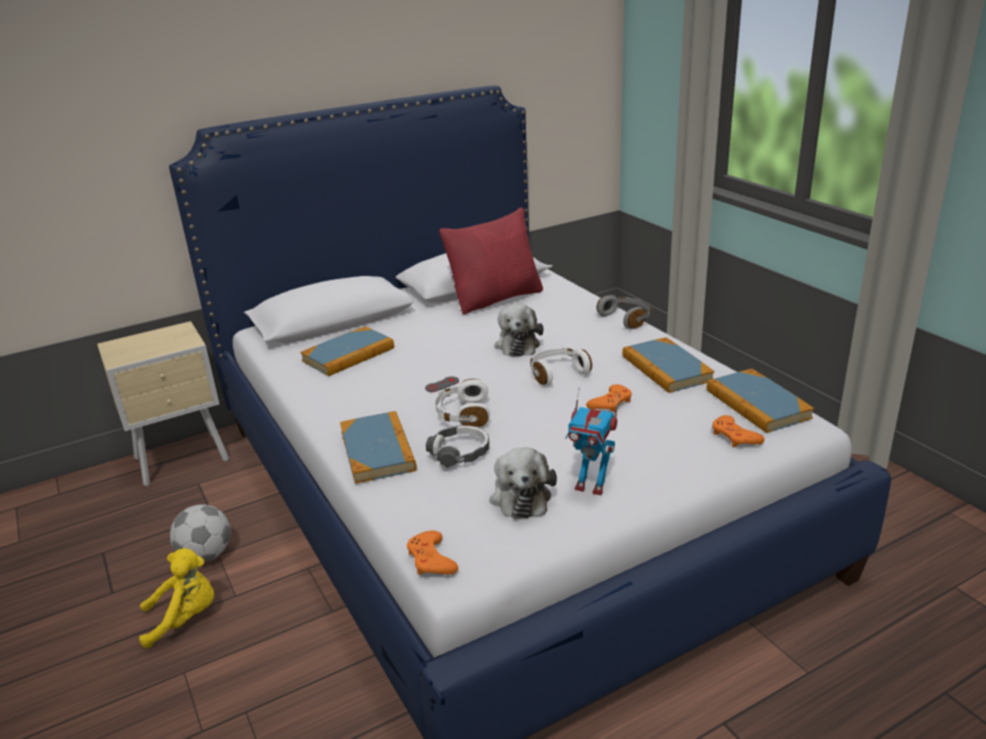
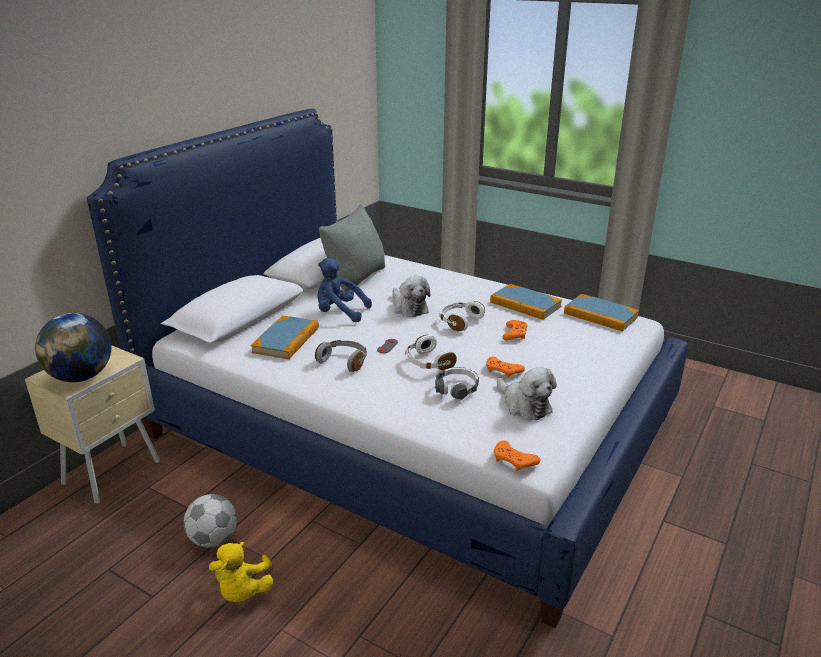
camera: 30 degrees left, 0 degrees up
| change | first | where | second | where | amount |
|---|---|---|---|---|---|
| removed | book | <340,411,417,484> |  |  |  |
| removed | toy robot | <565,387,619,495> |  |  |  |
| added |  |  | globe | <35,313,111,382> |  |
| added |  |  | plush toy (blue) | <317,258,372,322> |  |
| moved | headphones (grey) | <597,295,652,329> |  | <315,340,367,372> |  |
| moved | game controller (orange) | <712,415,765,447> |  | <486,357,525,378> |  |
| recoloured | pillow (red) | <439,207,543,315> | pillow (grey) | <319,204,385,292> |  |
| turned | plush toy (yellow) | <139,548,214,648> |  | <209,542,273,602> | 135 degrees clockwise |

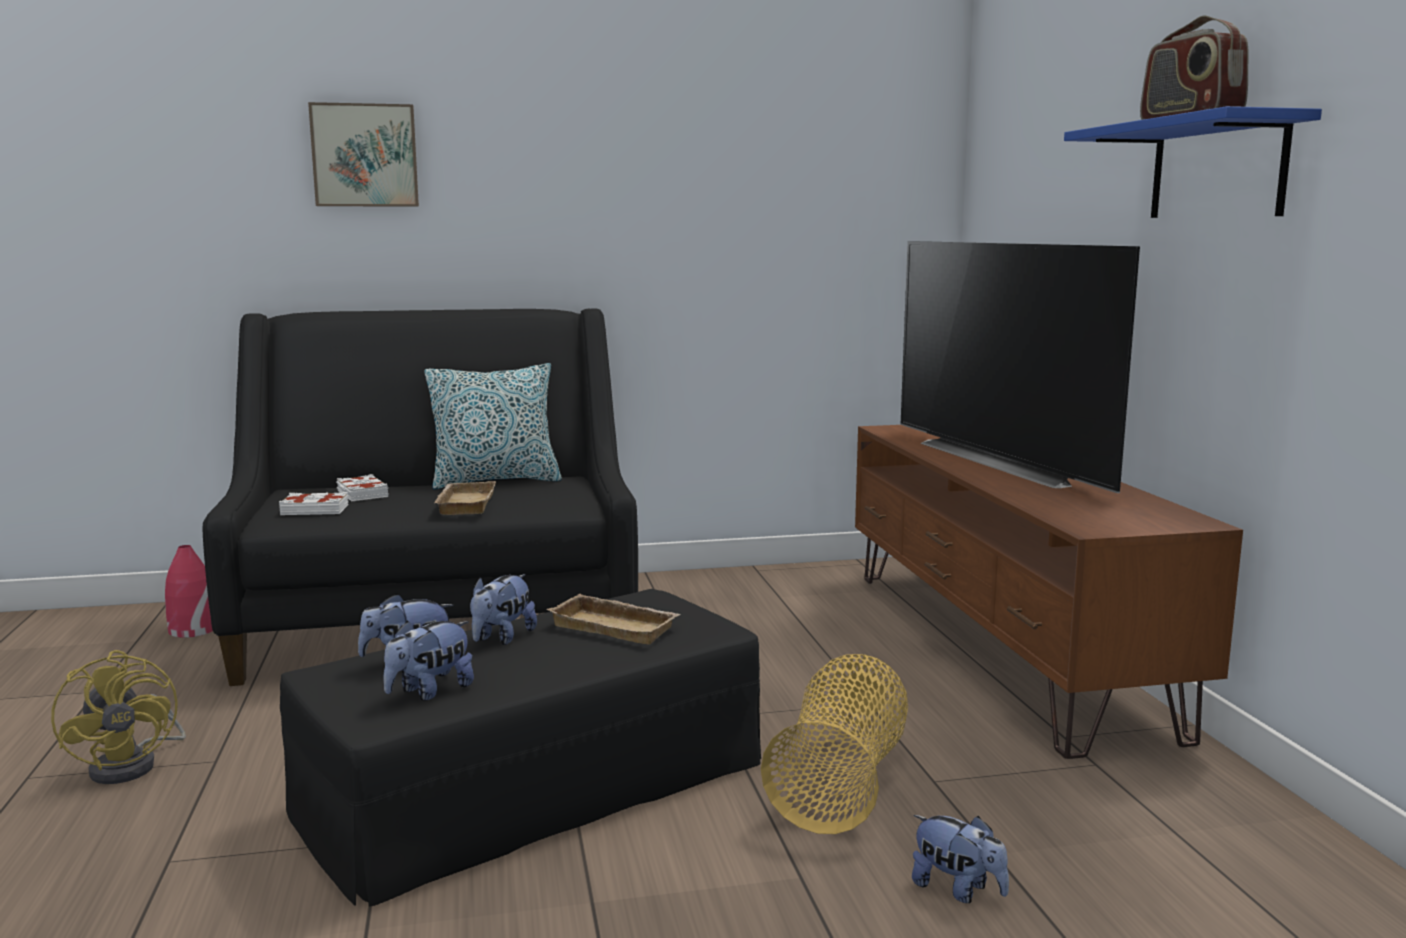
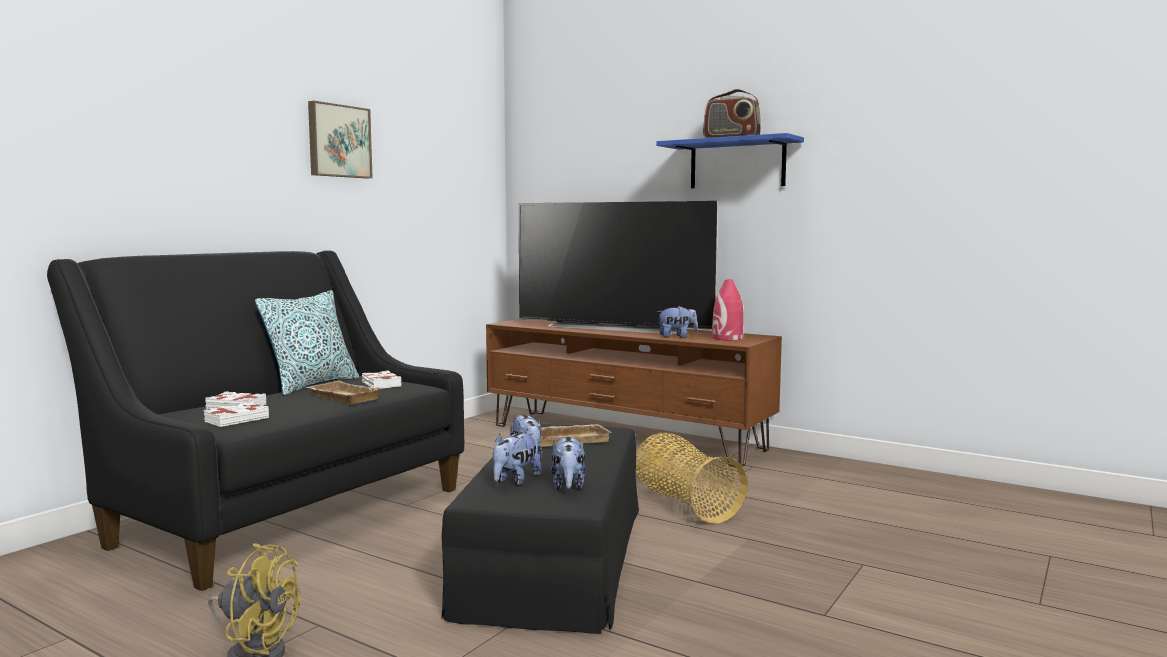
camera: 45 degrees left, 5 degrees down
| change | first | where | second | where | amount |
|---|---|---|---|---|---|
| added |  |  | book (white) | <362,370,402,389> |  |
| moved | vase (red) | <165,545,212,638> |  | <712,280,744,340> |  |
| moved | picture | <308,102,419,207> |  | <308,101,373,178> |  |
| moved | plush toy | <912,815,1009,903> |  | <657,306,698,338> |  |

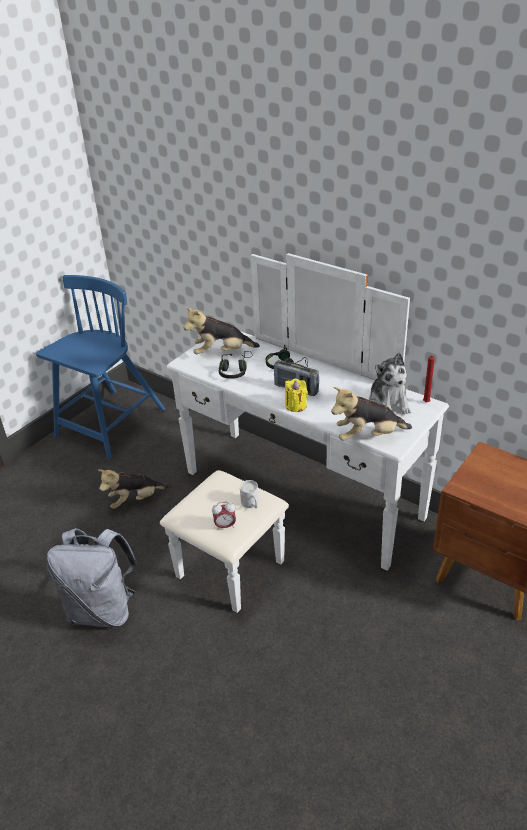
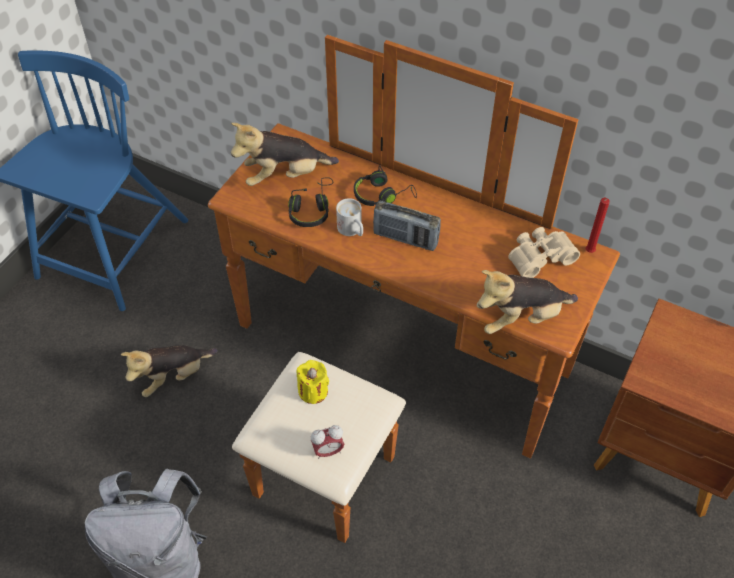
camera: 10 degrees left, 15 degrees up
| change | first | where | second | where | amount |
|---|---|---|---|---|---|
| moved | mug (white) | <240,480,259,508> |  | <336,198,363,236> |  |
| moved | candle (yellow) | <285,379,308,412> |  | <296,360,329,404> |  |
| replaced | plush toy | <368,353,411,415> | binoculars (beige) | <508,227,580,278> |  |
| recoloured | dresser (white) | <160,253,449,613> | dresser (brown) | <208,35,620,543> |  |

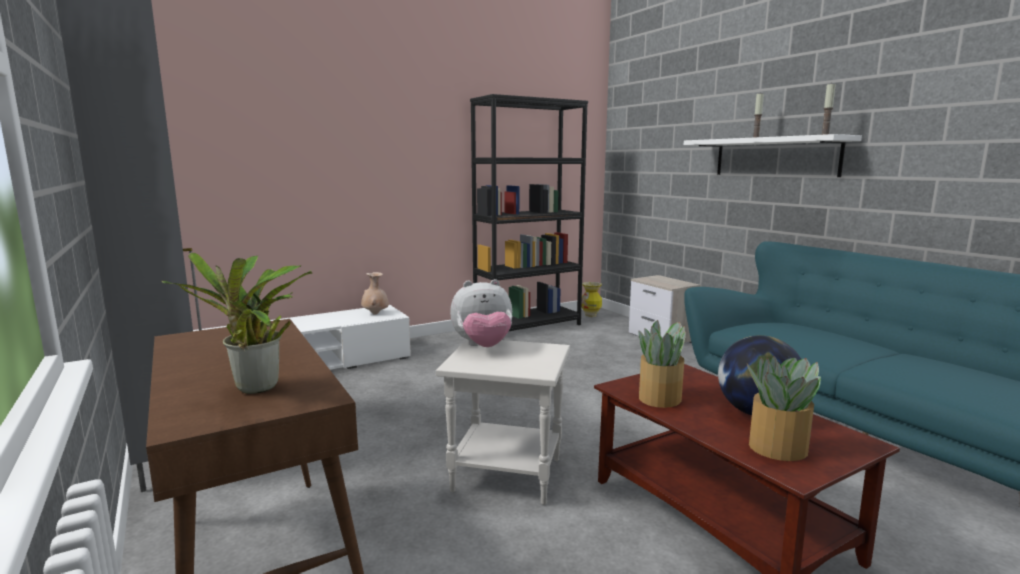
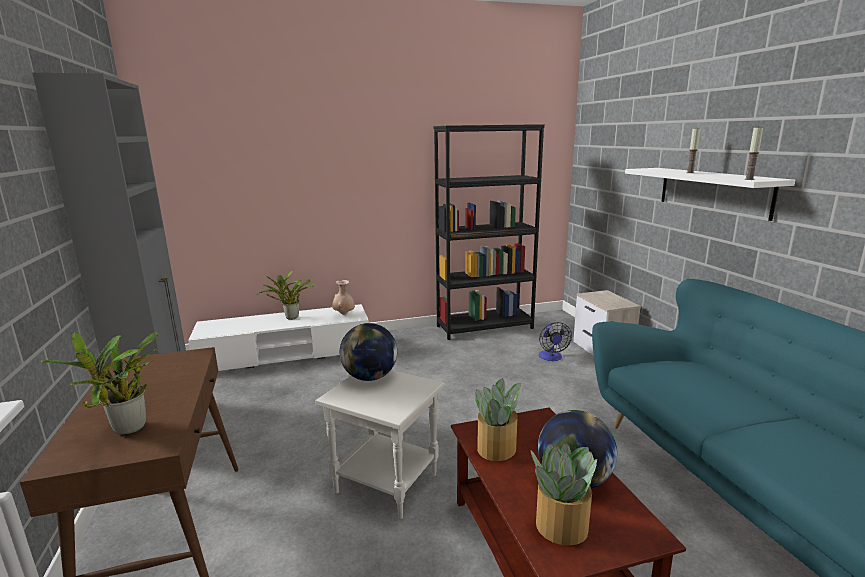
camera: 15 degrees right, 5 degrees up
| change | first | where | second | where | amount |
|---|---|---|---|---|---|
| removed | vase | <581,282,602,317> |  |  |  |
| added |  |  | potted plant | <256,270,315,320> |  |
| added |  |  | fan | <539,322,572,361> |  |
| replaced | plush toy | <450,279,513,347> | globe | <340,323,397,381> |  |

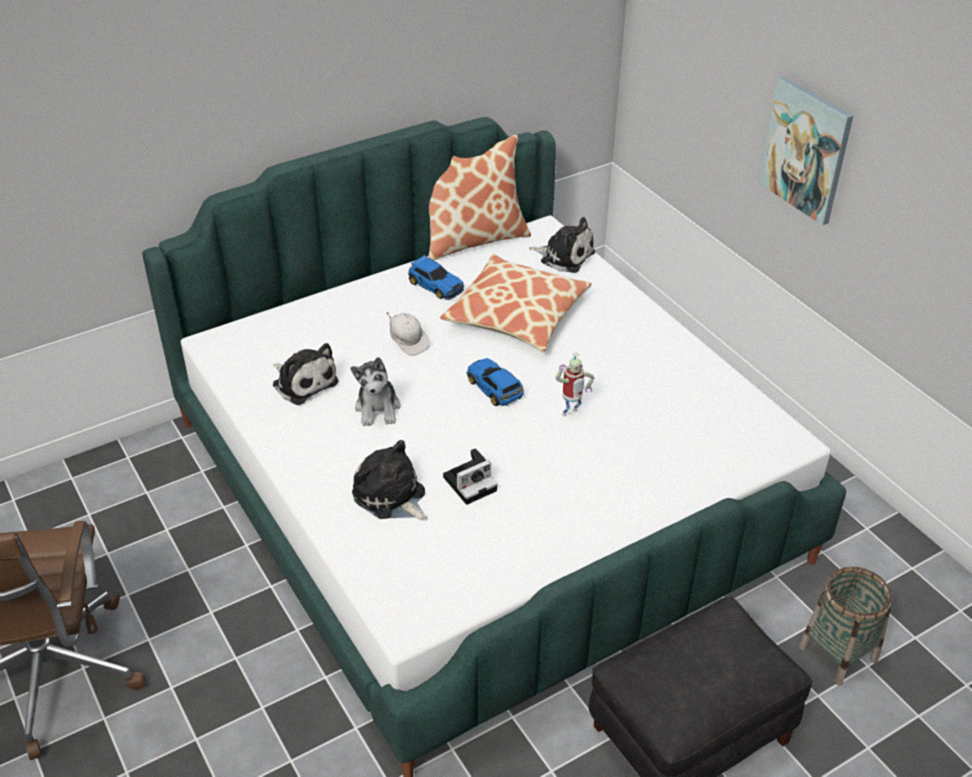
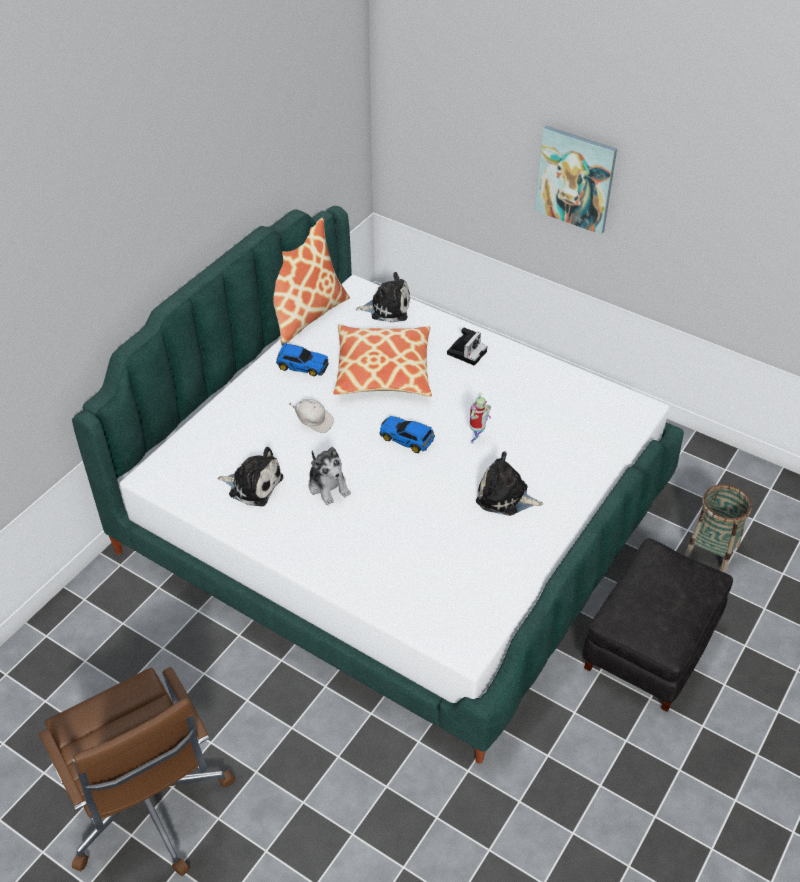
camera: 25 degrees left, 5 degrees up
| change | first | where | second | where | amount |
|---|---|---|---|---|---|
| moved | plush toy | <352,440,428,521> |  | <476,451,543,516> |  |
| moved | photo camera | <443,448,497,505> |  | <447,327,487,366> |  |

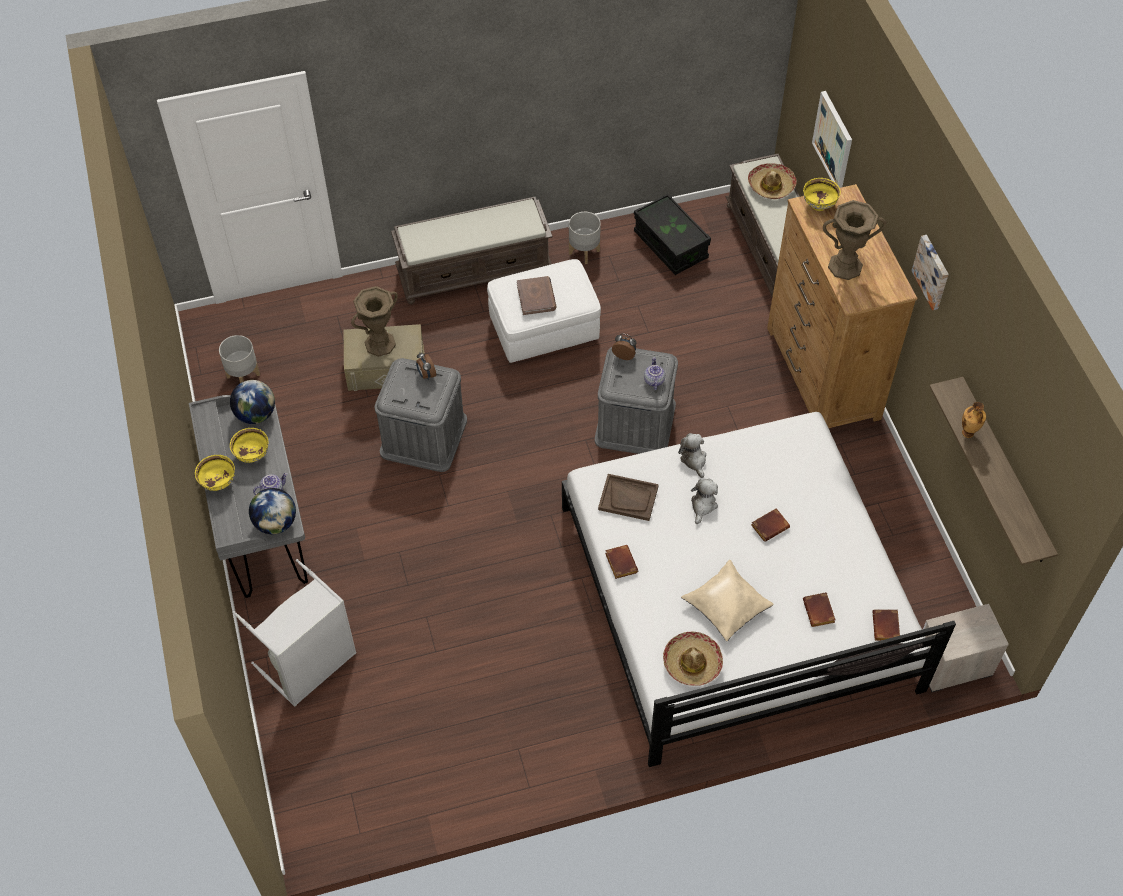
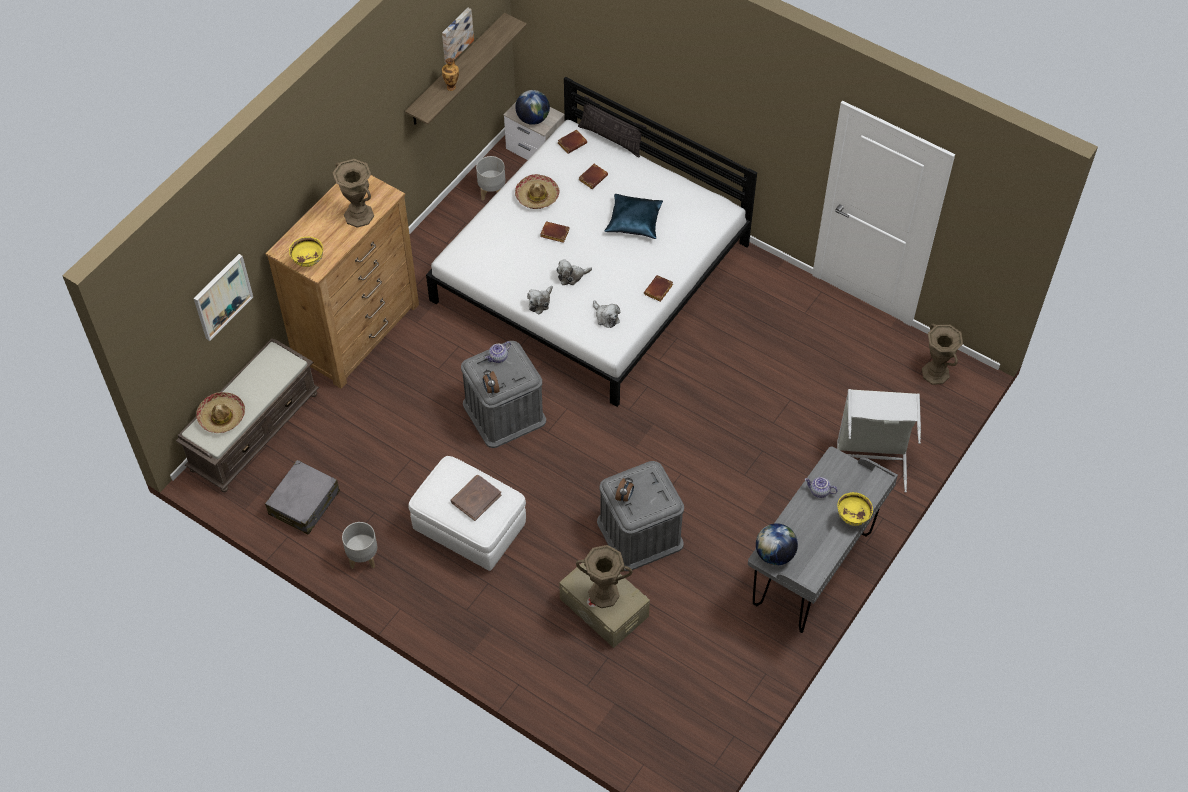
camera: 130 degrees left, 0 degrees up
| change | first | where | second | where | amount |
|---|---|---|---|---|---|
| removed | bowl (yellow) | <230,428,268,463> |  |  |  |
| removed | bench (brown) | <391,197,553,304> |  |  |  |
| added |  |  | vase (brown) | <922,324,963,384> |  |
| moved | planter (grey) | <219,335,260,383> |  | <476,156,506,200> |  |
| moved | globe | <249,488,296,534> |  | <515,90,550,125> |  |
| moved | hat | <663,632,723,686> |  | <515,174,559,209> |  |
| moved | picture | <912,235,949,310> |  | <442,8,474,64> |  |
| replaced | tray (brown) | <598,474,659,521> | plush toy | <593,301,620,328> |  |
| replaced | storage box (black) | <634,194,711,275> | suitcase (grey) | <265,460,340,535> |  |
| recoloured | pillow (beige) | <681,560,774,641> | pillow (blue) | <605,194,663,239> |  |

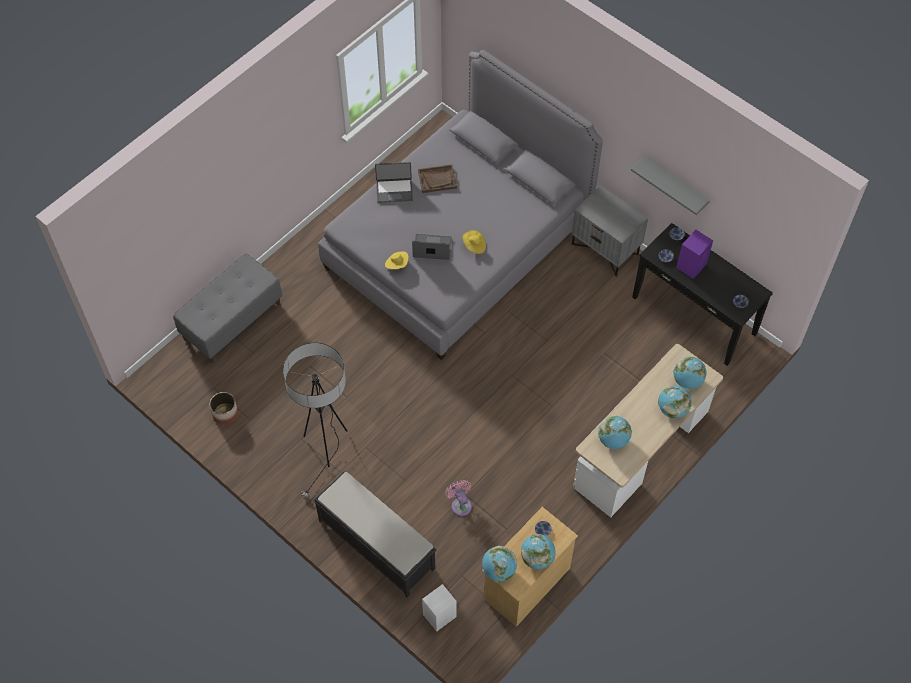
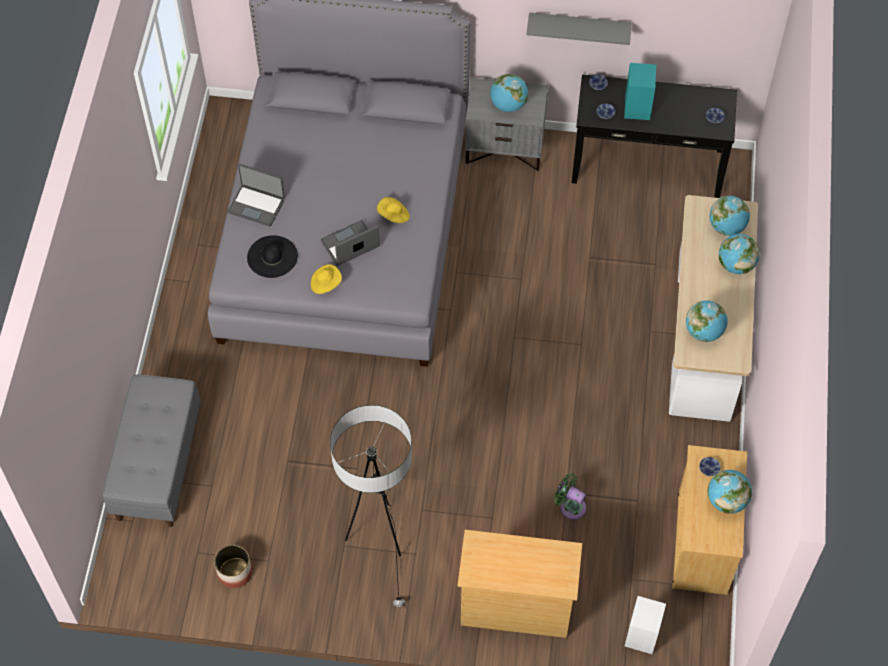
camera: 35 degrees left, 0 degrees up
| change | first | where | second | where | amount |
|---|---|---|---|---|---|
| removed | tray (brown) | <418,165,457,193> |  |  |  |
| added |  |  | hat (black) | <247,235,298,278> |  |
| moved | globe | <482,546,517,581> |  | <490,74,528,112> |  |
| replaced | bench (black) | <313,471,436,598> | dresser (beige) | <457,530,582,638> |  |
| recoloured | fan (pink) | <445,480,472,516> | fan (green) | <554,473,586,520> |  |
| recoloured | speaker (purple) | <676,230,713,279> | speaker (turquoise) | <624,63,656,120> |  |
| turned | laptop | <375,162,413,203> |  | <227,164,285,227> | 60 degrees clockwise |

